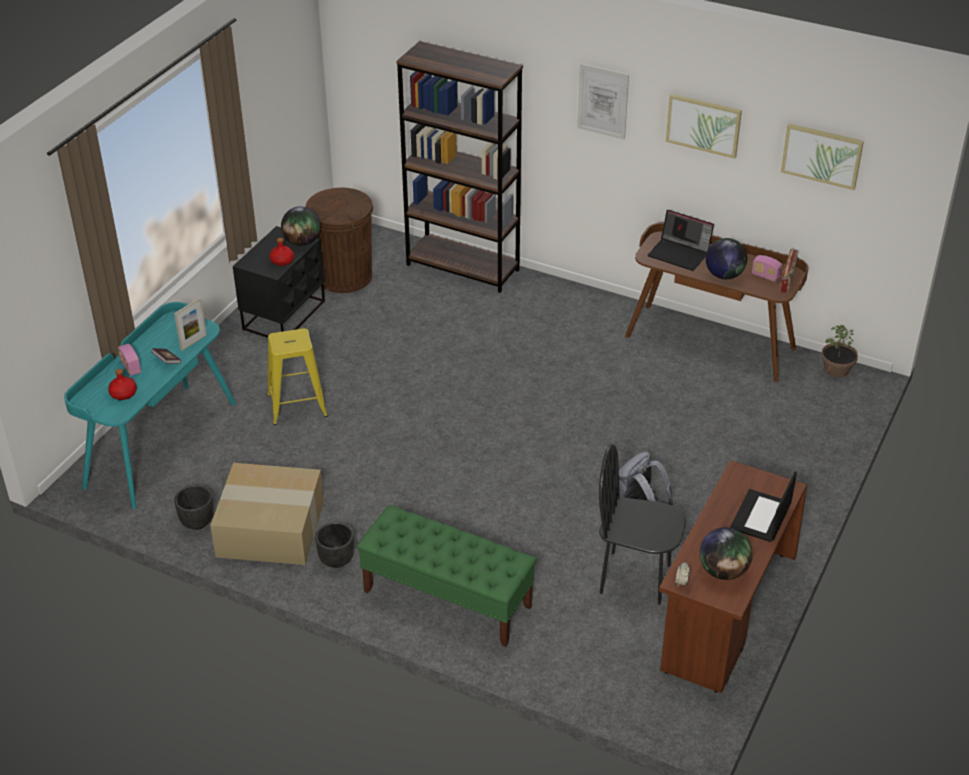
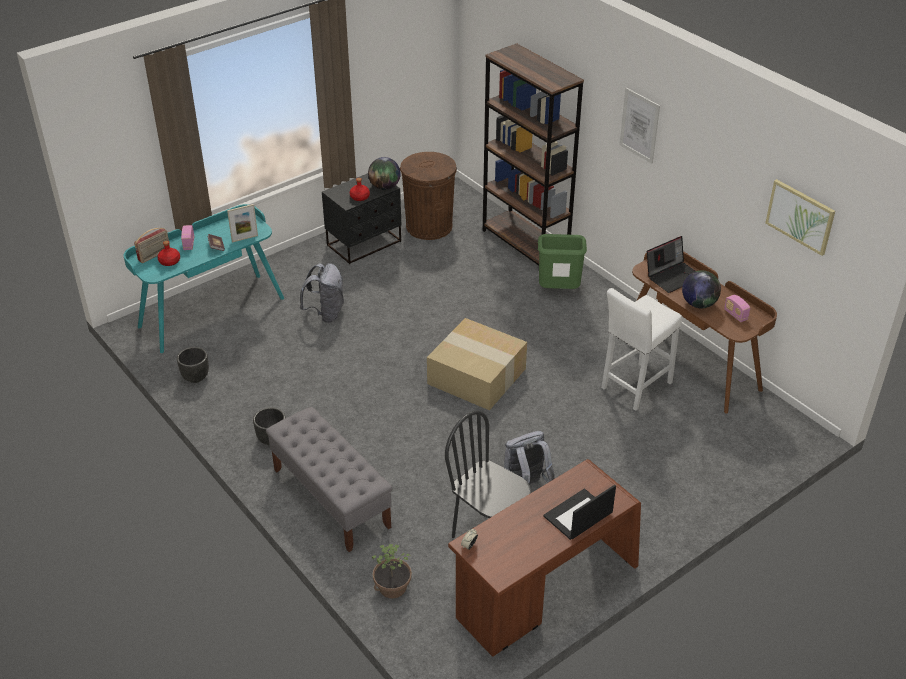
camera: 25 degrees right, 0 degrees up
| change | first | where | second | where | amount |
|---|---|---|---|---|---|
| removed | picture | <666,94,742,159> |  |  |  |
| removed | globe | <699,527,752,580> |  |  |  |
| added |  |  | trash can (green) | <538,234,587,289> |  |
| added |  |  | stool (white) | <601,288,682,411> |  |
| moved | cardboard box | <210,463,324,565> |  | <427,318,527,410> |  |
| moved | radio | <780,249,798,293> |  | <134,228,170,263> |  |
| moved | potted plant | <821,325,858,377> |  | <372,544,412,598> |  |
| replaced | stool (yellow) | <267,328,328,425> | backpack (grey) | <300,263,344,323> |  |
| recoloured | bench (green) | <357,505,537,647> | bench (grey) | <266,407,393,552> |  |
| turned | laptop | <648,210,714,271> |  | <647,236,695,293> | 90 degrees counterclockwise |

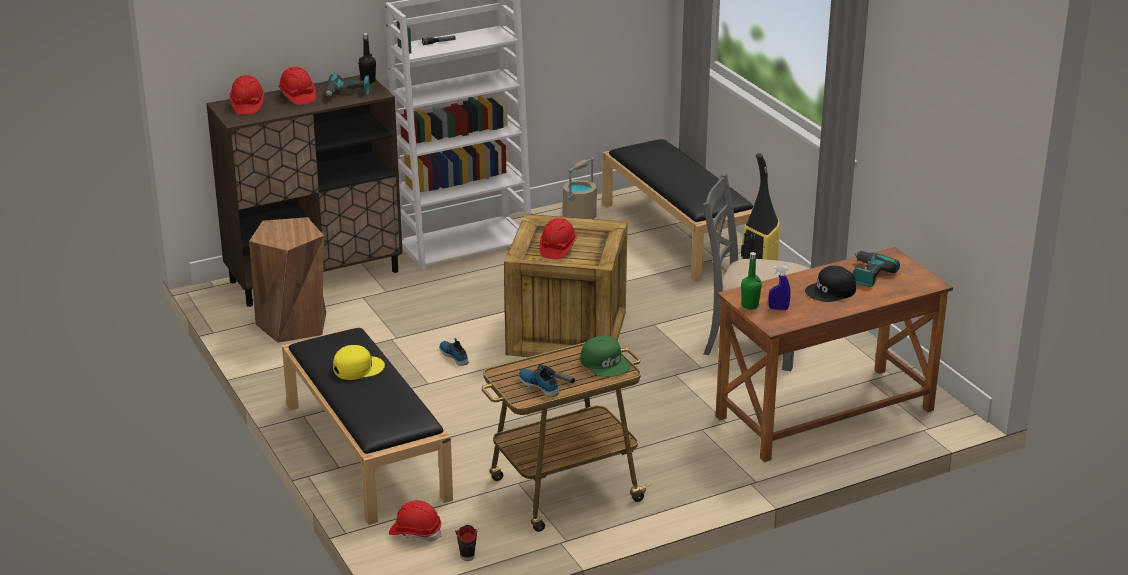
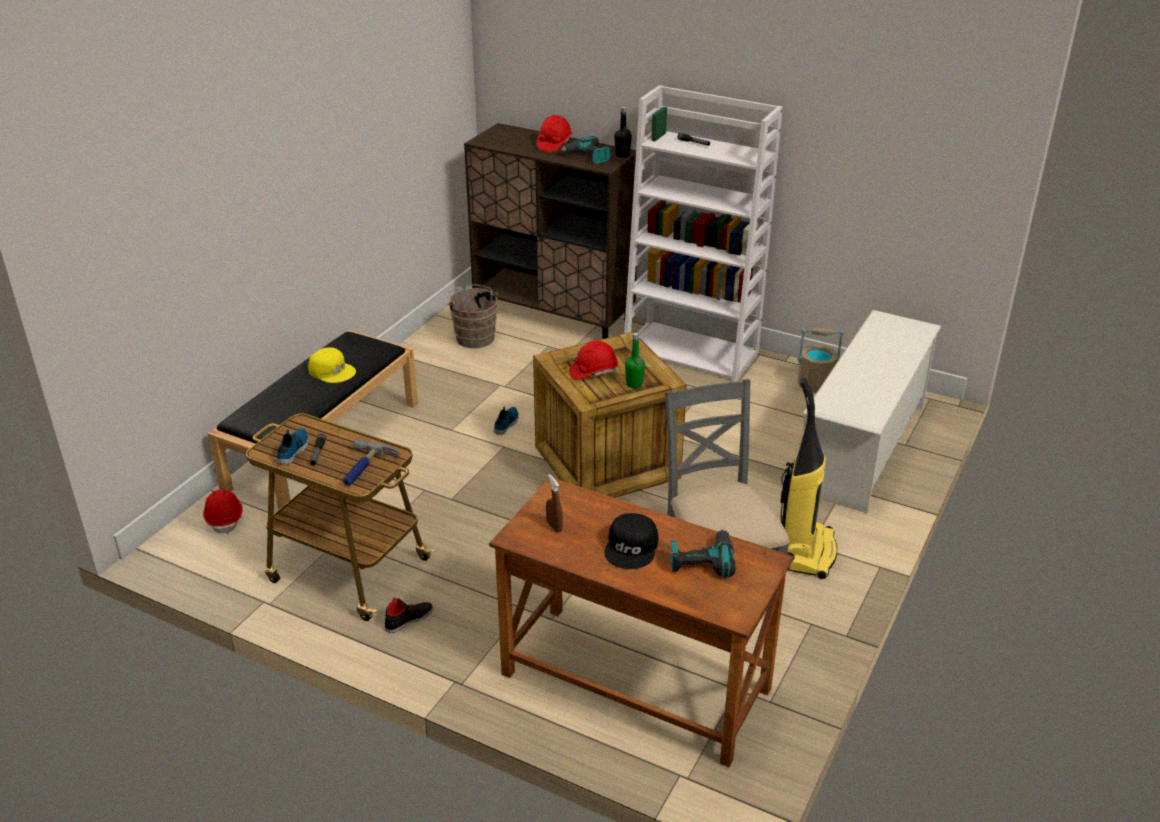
camera: 55 degrees right, 5 degrees up
| change | first | where | second | where | amount |
|---|---|---|---|---|---|
| removed | hard hat (red) | <230,75,264,114> |  |  |  |
| moved | shoe (black) | <455,525,478,561> |  | <385,597,433,633> |  |
| moved | bottle (green) | <741,252,762,309> |  | <625,333,645,388> |  |
| replaced | stool (brown) | <249,217,326,343> | bucket (brown) | <447,284,498,348> |  |
| replaced | cap (green) | <581,335,630,377> | hammer | <343,439,401,486> |  |
| replaced | bench (black) | <602,139,754,282> | shoe rack (white) | <801,310,941,513> |  |
| recoloured | spray bottle (blue) | <769,266,791,310> | spray bottle (brown) | <546,474,563,532> |  |
| turned | cap (black) | <805,266,856,302> |  | <604,513,659,569> | 105 degrees counterclockwise |

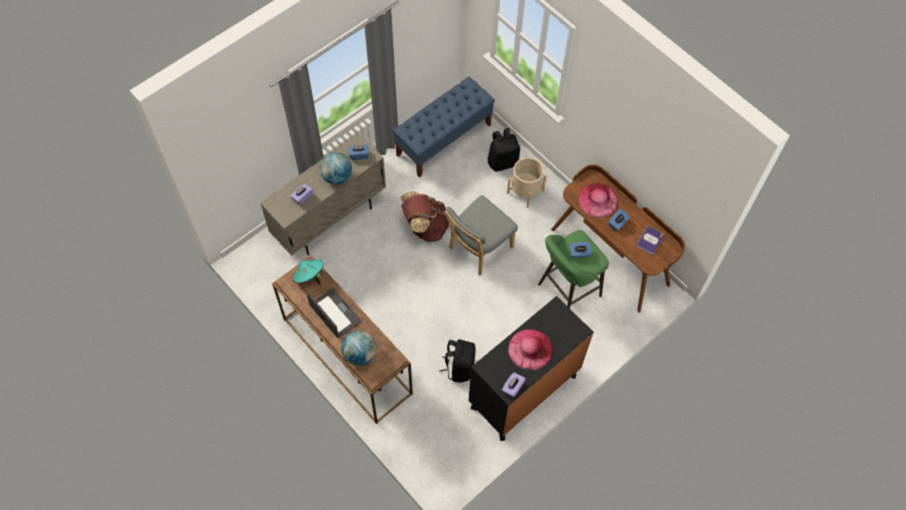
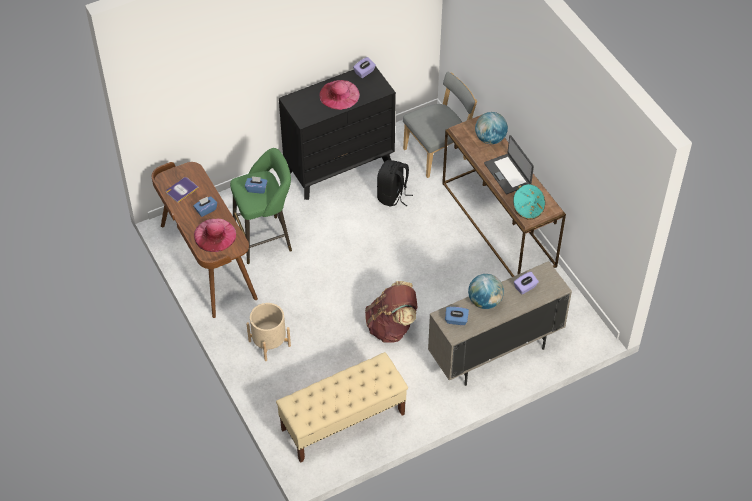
camera: 165 degrees left, 10 degrees down
| change | first | where | second | where | amount |
|---|---|---|---|---|---|
| removed | backpack (black) | <488,128,520,172> |  |  |  |
| moved | chair (grey) | <445,195,518,276> |  | <403,72,477,178> |  |
| recoloured | bench (blue) | <393,77,495,178> | bench (beige) | <276,352,408,463> |  |

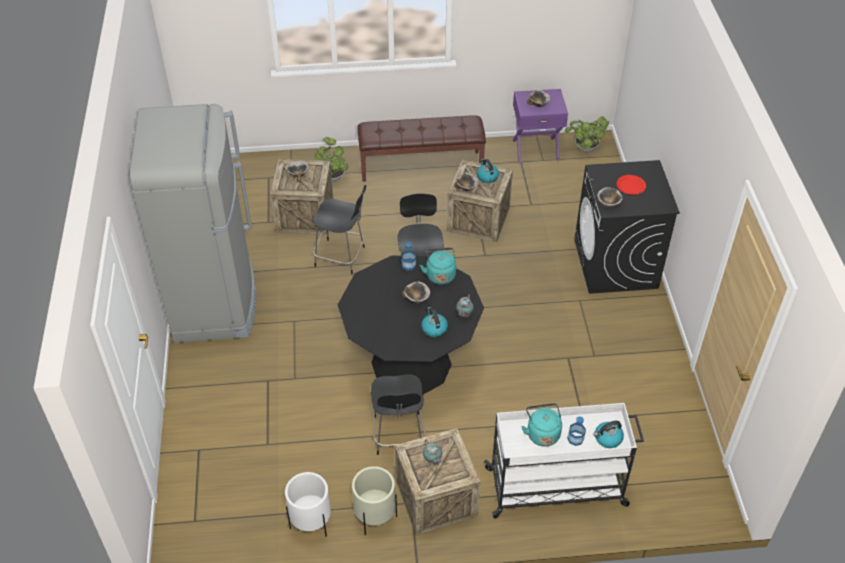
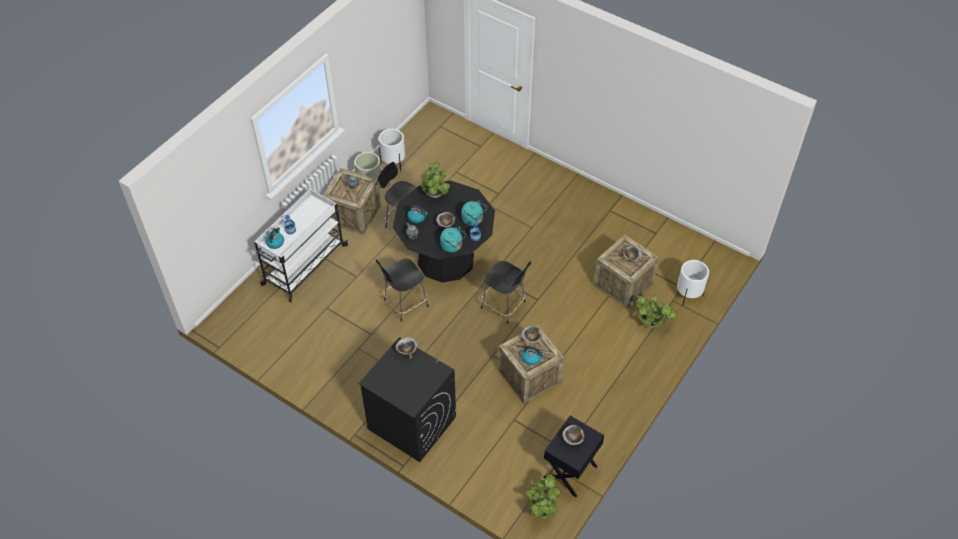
camera: 130 degrees right, 5 degrees up
| change | first | where | second | where | amount |
|---|---|---|---|---|---|
| removed | fridge (grey) | <129,104,256,343> |  |  |  |
| removed | bench (brown) | <358,115,486,182> |  |  |  |
| removed | plate (red) | <617,175,646,195> |  |  |  |
| added |  |  | potted plant | <421,162,450,198> |  |
| added |  |  | planter (white) | <677,260,709,304> |  |
| moved | chair (black) | <313,185,366,274> |  | <376,259,429,321> |  |
| moved | kettle (turquoise) | <521,403,562,447> |  | <461,201,487,226> |  |
| recoloured | nightstand (purple) | <513,89,568,164> | nightstand (black) | <543,416,604,497> |  |

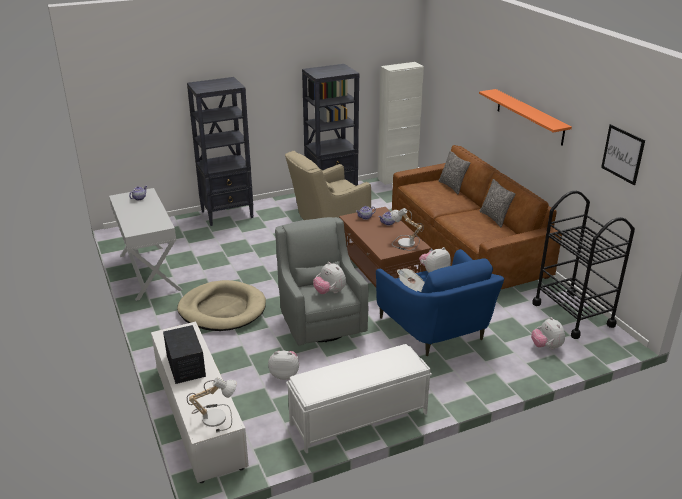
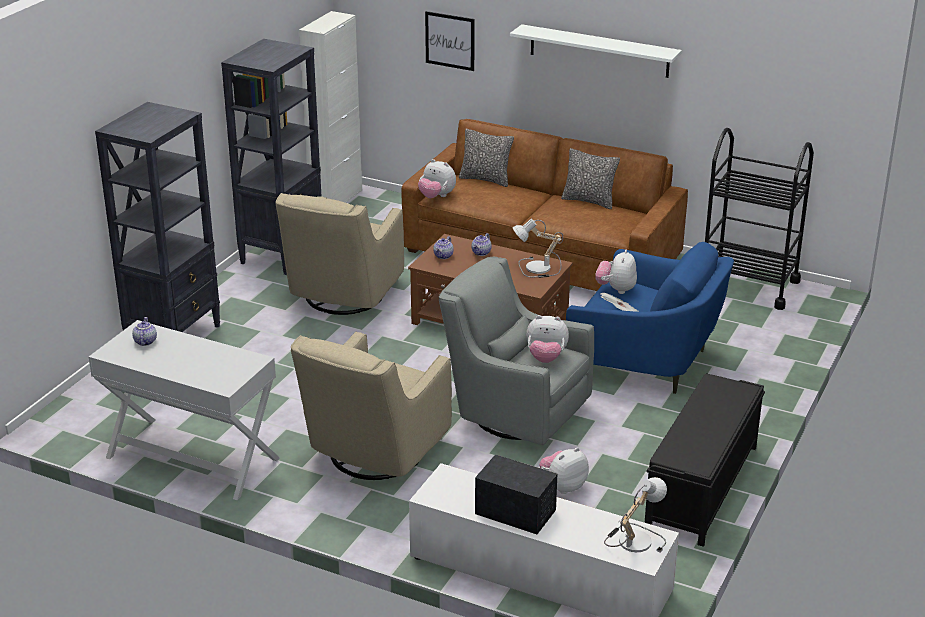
camera: 40 degrees left, 0 degrees up
| change | first | where | second | where | amount |
|---|---|---|---|---|---|
| moved | plush toy | <531,317,565,349> |  | <418,159,456,198> |  |
| moved | picture | <601,124,645,185> |  | <425,11,475,71> |  |
| replaced | dog bed (beige) | <177,280,266,331> | armchair (beige) | <291,331,452,480> |  |
| recoloured | bench (white) | <286,344,432,453> | bench (black) | <645,374,765,547> |  |
| recoloured | shelf (orange) | <479,89,572,146> | shelf (white) | <510,24,682,78> |  |

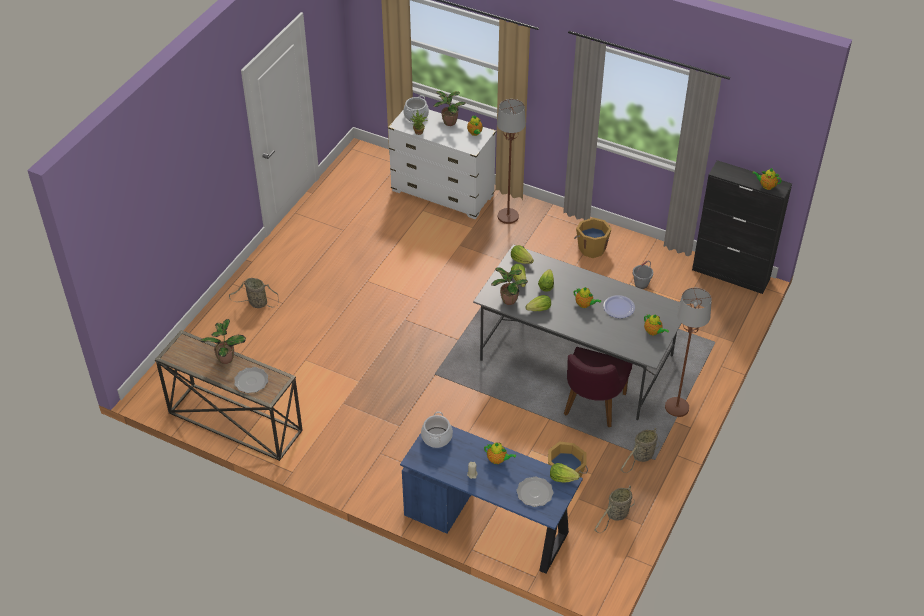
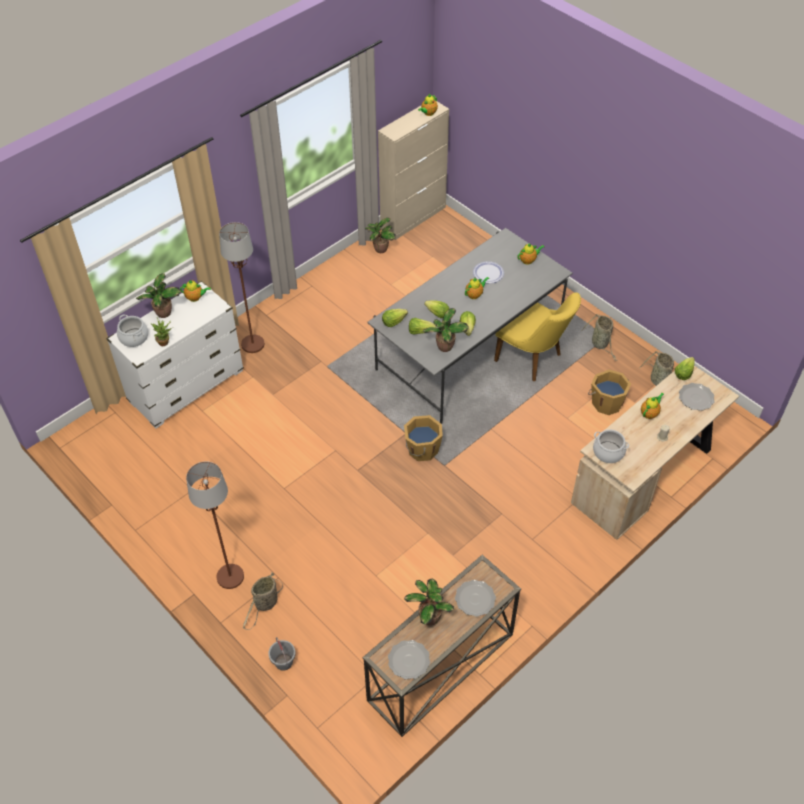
camera: 70 degrees left, 5 degrees up
| change | first | where | second | where | amount |
|---|---|---|---|---|---|
| added |  |  | potted plant | <365,218,396,253> |  |
| added |  |  | plate | <388,640,430,679> |  |
| moved | bucket (orange) | <574,217,612,258> |  | <404,415,443,461> |  |
| moved | bucket (grey) | <633,261,653,289> |  | <268,637,296,671> |  |
| moved | floor lamp (brown) | <665,288,712,417> |  | <186,461,244,589> |  |
| recoloured | desk (blue) | <400,426,583,574> | desk (beige) | <571,365,739,540> |  |
| recoloured | chair (purple) | <564,347,633,427> | chair (yellow) | <494,292,581,381> |  |
| recoloured | cabinet (black) | <692,160,792,294> | cabinet (beige) | <378,102,449,240> |  |

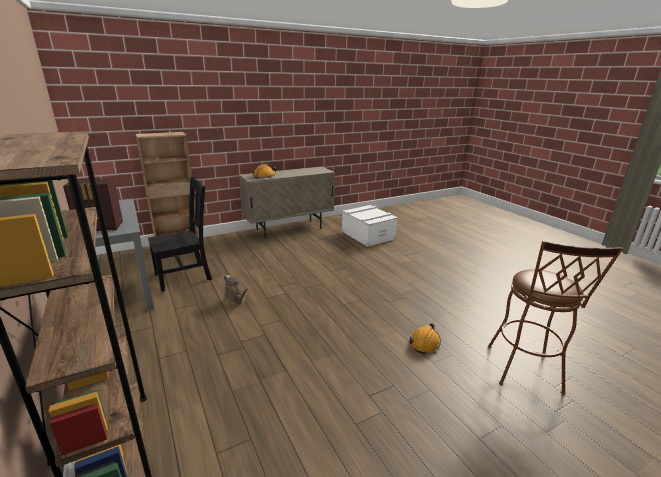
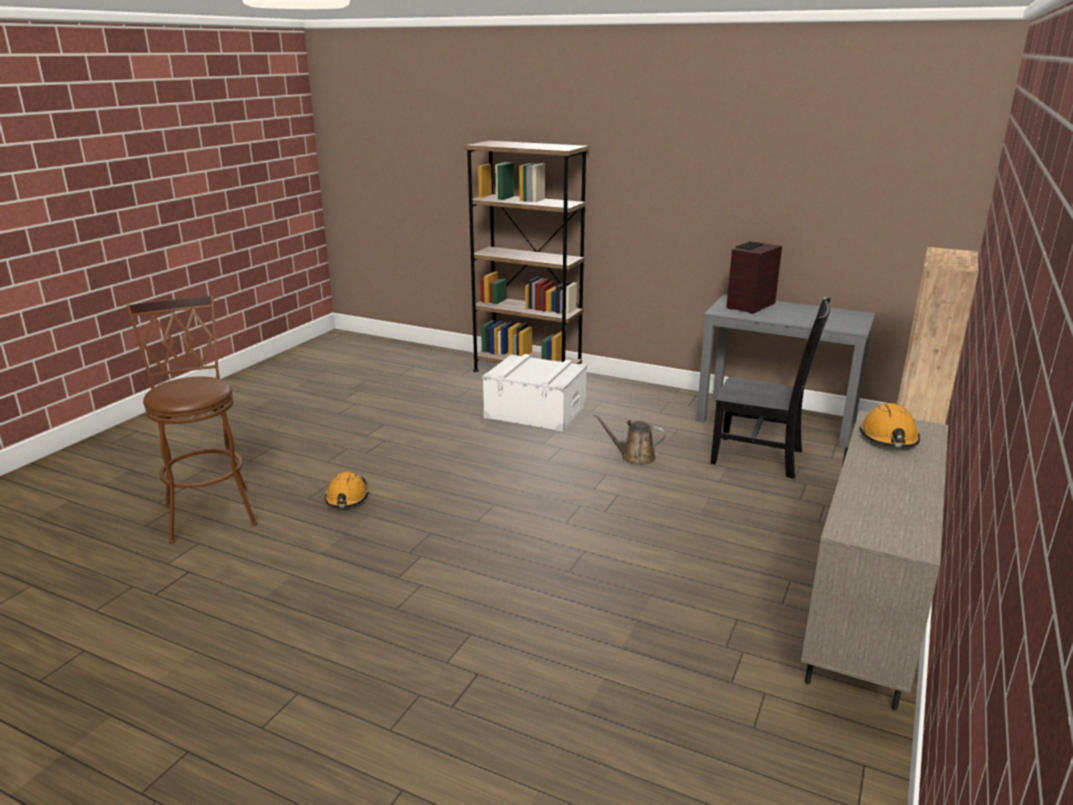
camera: 145 degrees right, 0 degrees up
| change | first | where | second | where | amount |
|---|---|---|---|---|---|
| moved | storage box (white) | <342,205,398,247> |  | <483,354,587,432> |  |
| turned | chair (black) | <148,176,212,292> |  | <710,297,831,479> | 90 degrees counterclockwise |

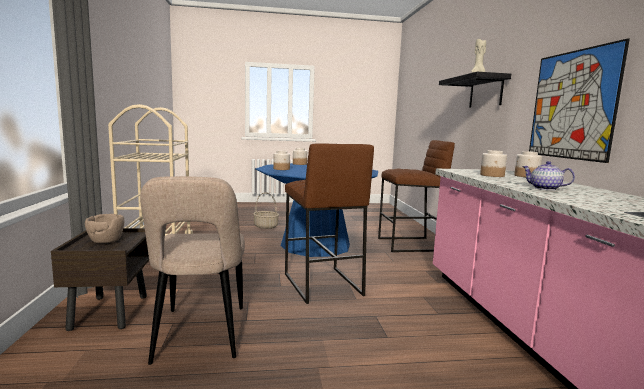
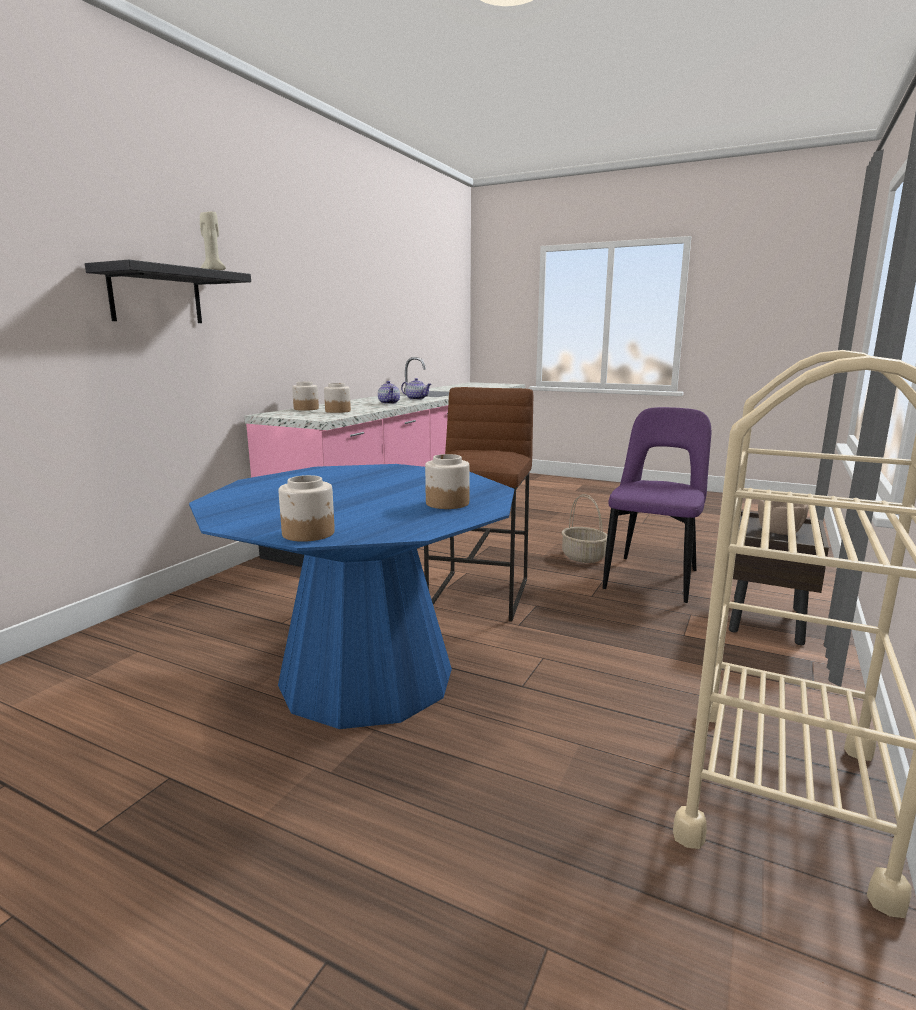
camera: 145 degrees left, 5 degrees up
| change | first | where | second | where | amount |
|---|---|---|---|---|---|
| removed | stool (brown) | <378,140,455,252> |  |  |  |
| removed | picture | <529,38,630,163> |  |  |  |
| added |  |  | teapot | <401,378,432,400> |  |
| moved | basket | <253,192,279,229> |  | <561,494,607,563> |  |
| recoloured | chair (beige) | <140,176,245,365> | chair (purple) | <603,407,711,603> |  |

